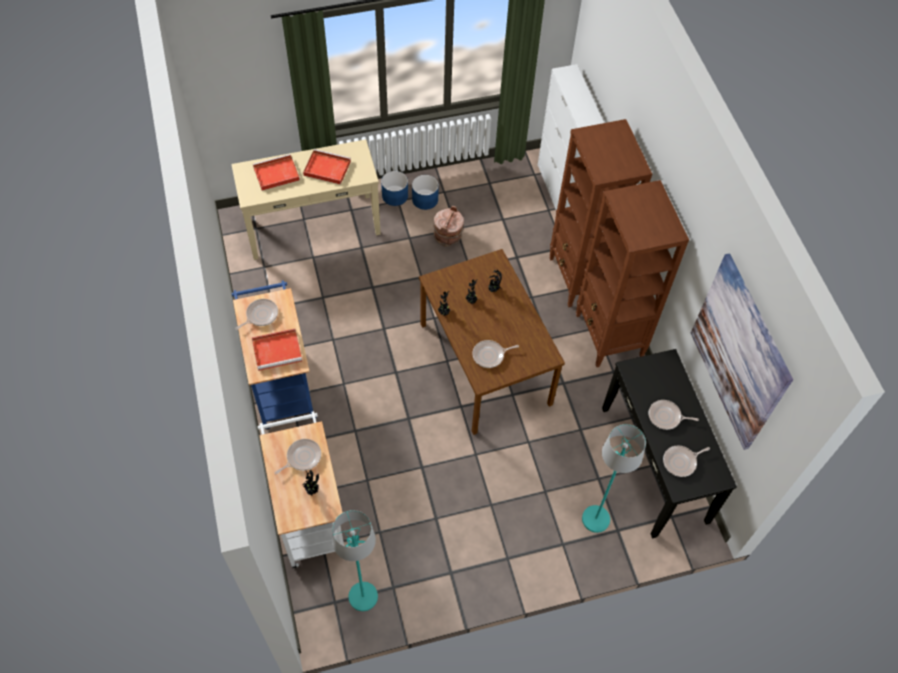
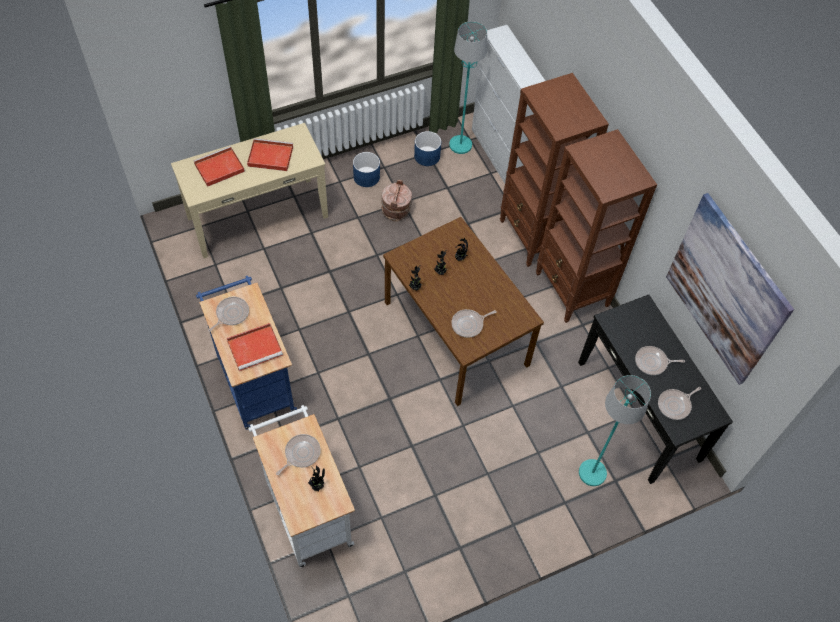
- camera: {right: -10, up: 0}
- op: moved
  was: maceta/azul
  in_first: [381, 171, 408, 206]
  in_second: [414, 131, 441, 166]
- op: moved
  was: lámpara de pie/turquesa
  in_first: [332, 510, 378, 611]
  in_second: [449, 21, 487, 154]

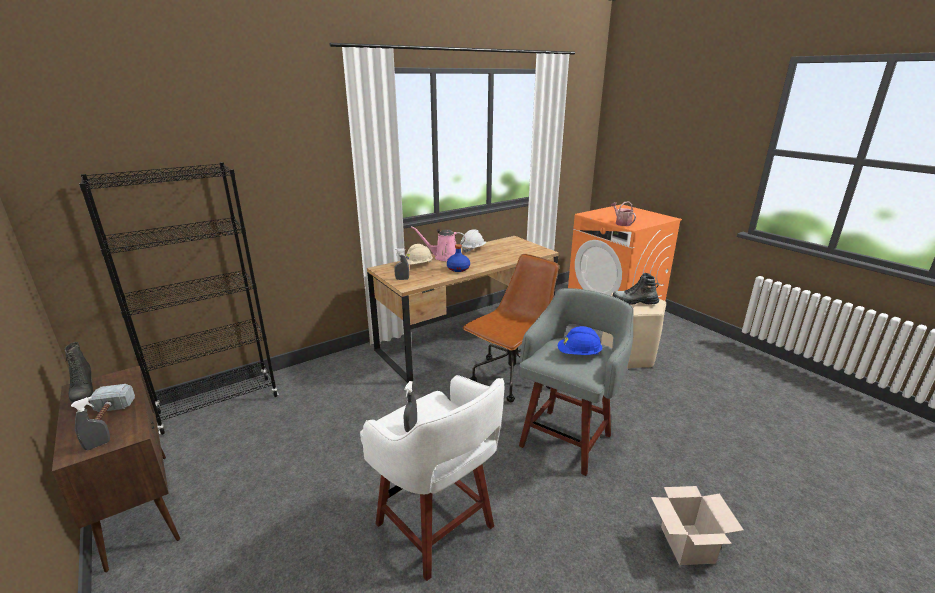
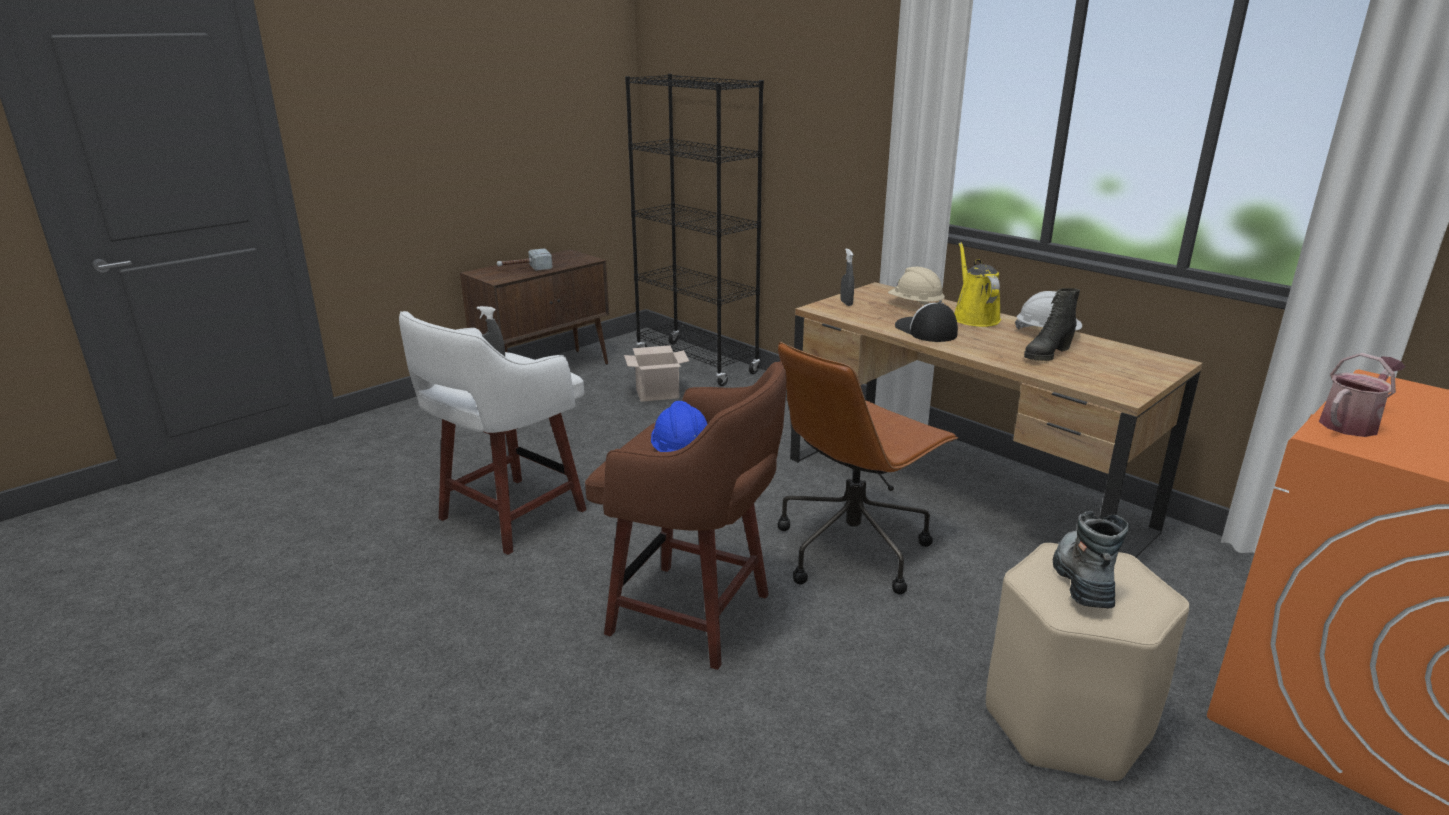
- camera: {right: 80, up: 0}
- op: recoloured
  was: regadera/rosa
  now: regadera/amarillo
  in_first: [411, 226, 466, 261]
  in_second: [954, 242, 1001, 327]
- op: replaced
  was: botella/azul
  now: gorra
  in_first: [447, 244, 470, 272]
  in_second: [895, 303, 958, 342]
- op: turned
  was: silla de oficina/marrón
  in_first: [463, 254, 559, 403]
  in_second: [778, 342, 958, 595]
  clockwise: 105
- op: recoloured
  was: taburete/gris
  now: taburete/marrón
  in_first: [519, 288, 634, 476]
  in_second: [585, 361, 787, 670]
- op: moved
  was: bota/negro
  in_first: [65, 342, 94, 404]
  in_second: [1024, 288, 1080, 361]
- op: removed
  was: pulverizador/gris
  in_first: [71, 397, 110, 450]
- op: moved
  was: caja de cartón
  in_first: [651, 486, 743, 565]
  in_second: [624, 345, 689, 402]

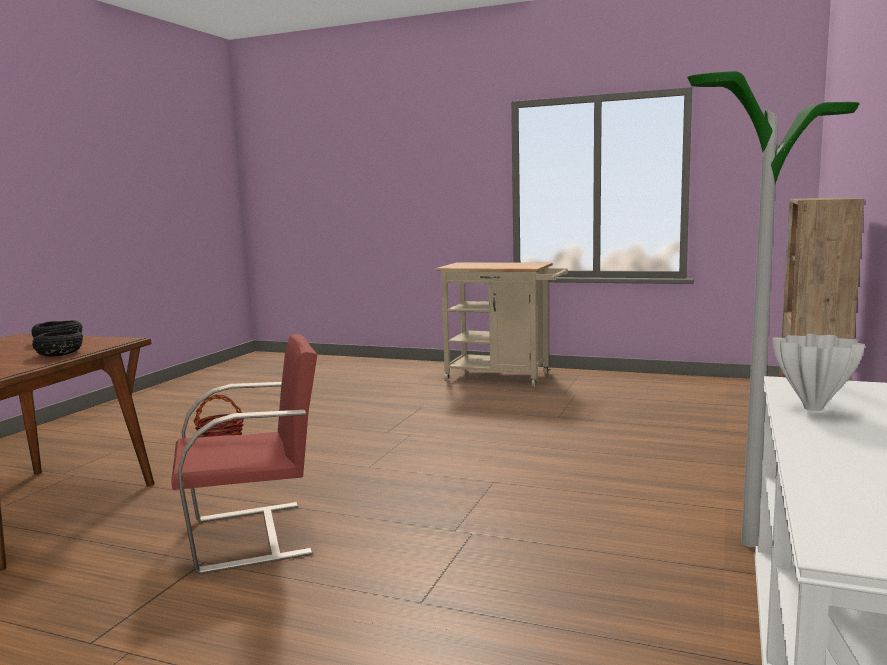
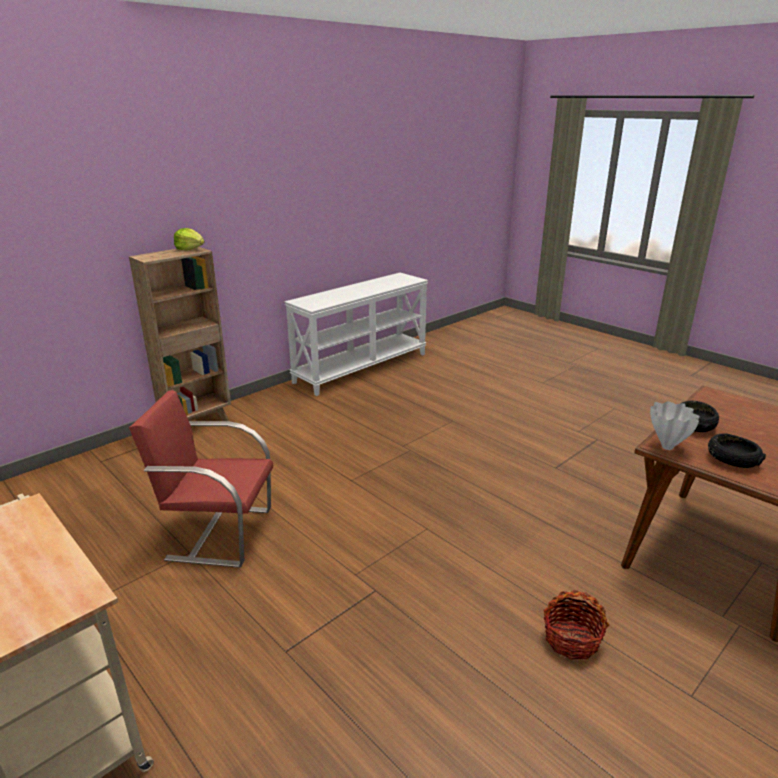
- camera: {right: -155, up: 15}
- op: removed
  was: lámpara de pie
  in_first: [687, 71, 860, 547]
- op: moved
  was: silla/rojo
  in_first: [171, 334, 317, 574]
  in_second: [129, 390, 273, 568]
- op: moved
  was: florero/blanco
  in_first: [772, 334, 865, 411]
  in_second: [650, 401, 700, 450]
- op: added
  now: lechuga
  in_second: [174, 228, 204, 250]

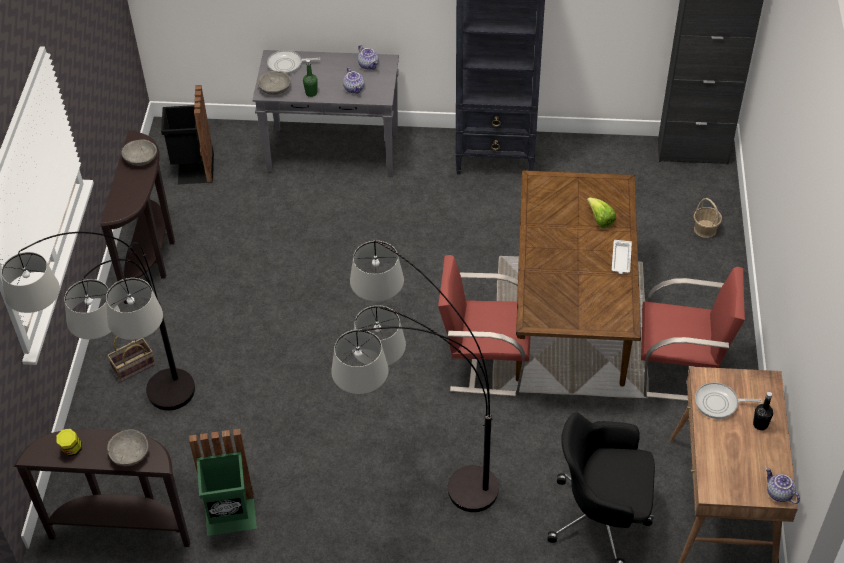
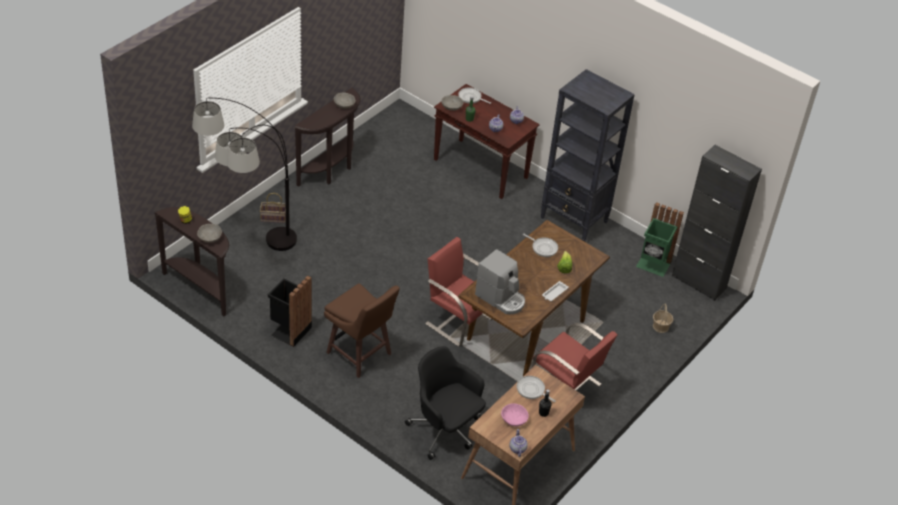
- camera: {right: 30, up: -5}
- op: recoloured
  was: mesa consola/gris
  now: mesa consola/marrón
  in_first: [252, 50, 399, 177]
  in_second: [434, 84, 540, 199]
- op: moved
  was: papelera/negro
  in_first: [161, 85, 214, 184]
  in_second: [268, 275, 312, 347]
- op: replaced
  was: lámpara de pie
  now: taburete/marrón
  in_first: [331, 241, 499, 512]
  in_second: [324, 283, 400, 378]
- op: moved
  was: papelera/verde
  in_first: [189, 429, 257, 536]
  in_second: [636, 202, 684, 277]
- op: added
  now: sartén
  in_second: [523, 234, 558, 257]
- op: added
  now: cafetera
  in_second: [475, 249, 525, 314]
- op: added
  now: cuenco/rosa
  in_second: [501, 403, 529, 427]

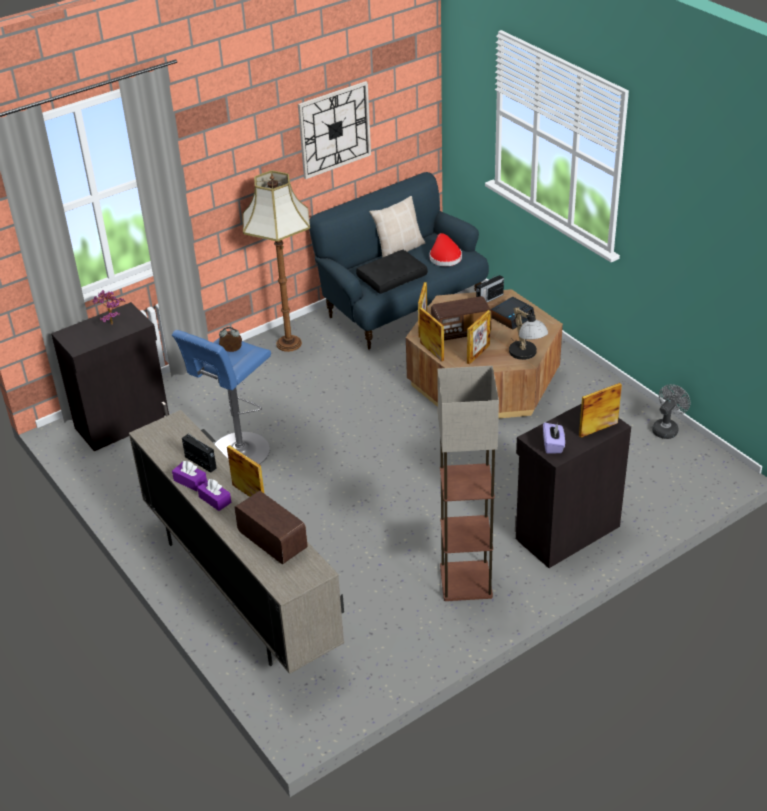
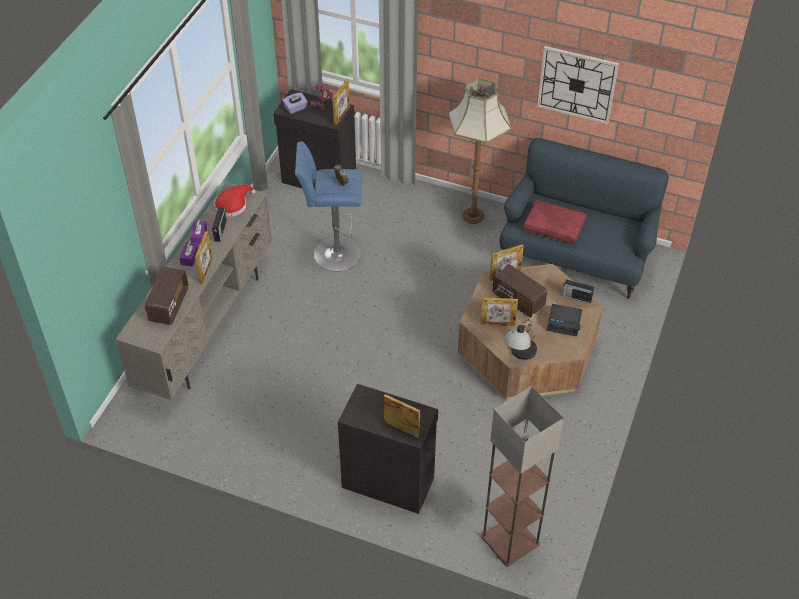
- camera: {right: 55, up: 10}
- op: removed
  was: cojín/beis
  in_first: [369, 196, 425, 257]
- op: moved
  was: sombrero/rojo
  in_first: [430, 233, 462, 266]
  in_second: [214, 184, 256, 217]
- op: recoloured
  was: cojín/negro
  now: cojín/rojo
  in_first: [356, 250, 428, 294]
  in_second: [523, 200, 587, 244]
- op: moved
  was: portarretratos
  in_first: [420, 308, 444, 361]
  in_second: [332, 79, 350, 126]
- op: moved
  was: lámpara de pie
  in_first: [437, 366, 499, 601]
  in_second: [481, 386, 564, 567]
- op: removed
  was: ventilador/gris
  in_first: [652, 384, 690, 439]
- op: moved
  was: caja de pañuelos/morado
  in_first: [543, 422, 565, 453]
  in_second: [283, 92, 308, 114]

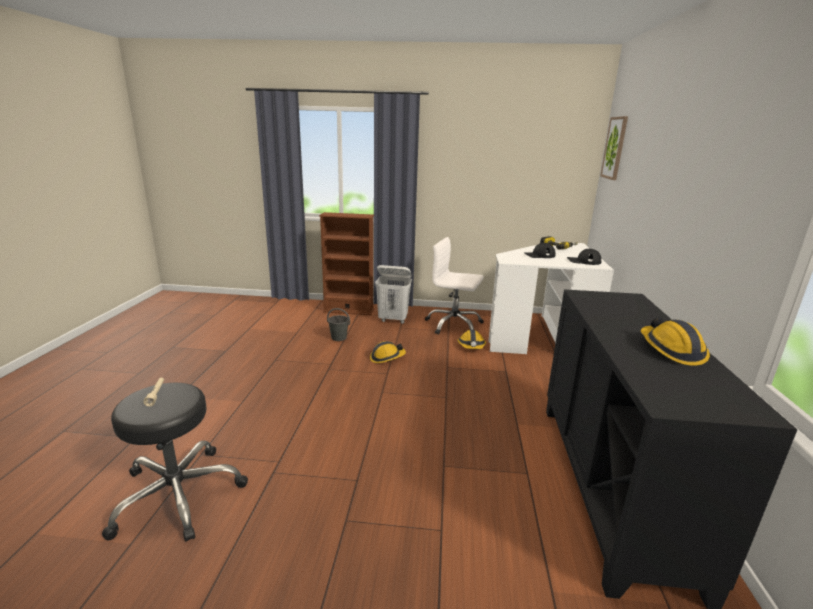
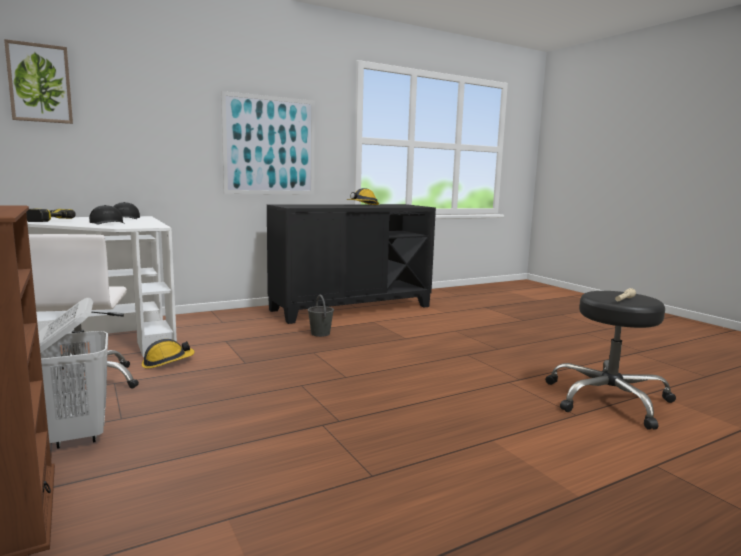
- camera: {right: -125, up: -10}
- op: moved
  was: cubo/gris
  in_first: [327, 308, 350, 341]
  in_second: [308, 295, 334, 337]
- op: removed
  was: casco
  in_first: [370, 341, 406, 363]
- op: added
  now: cuadro
  in_second: [221, 91, 315, 195]

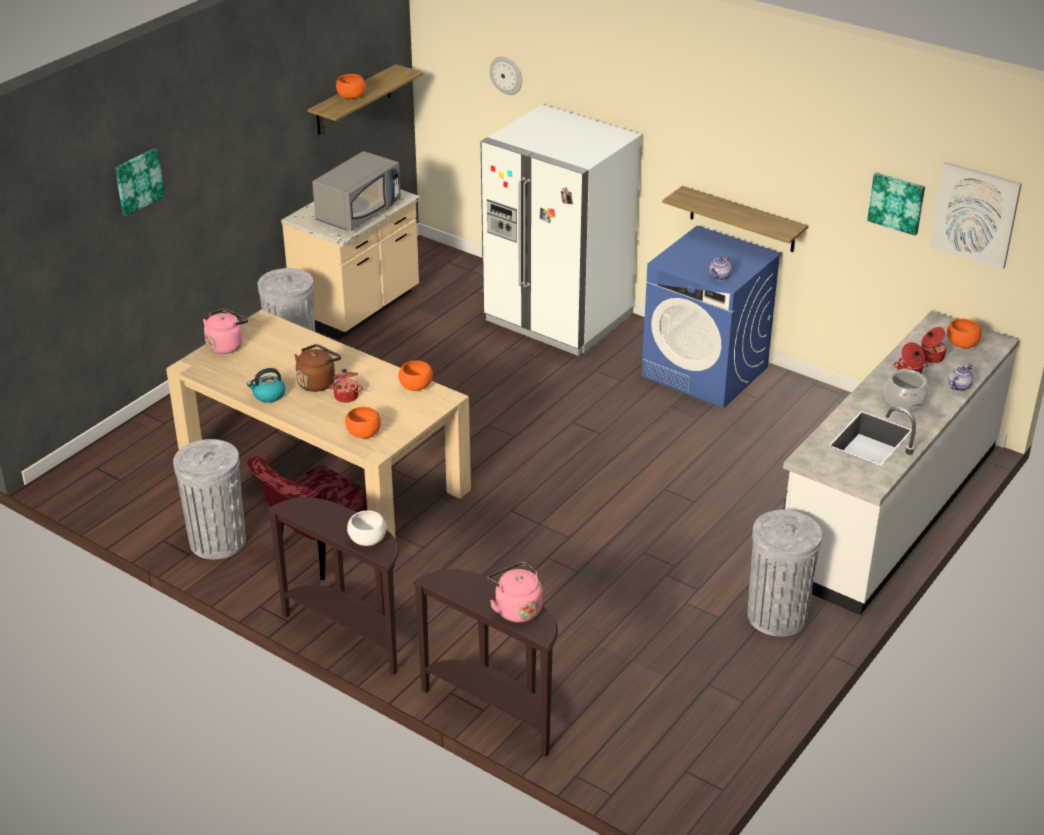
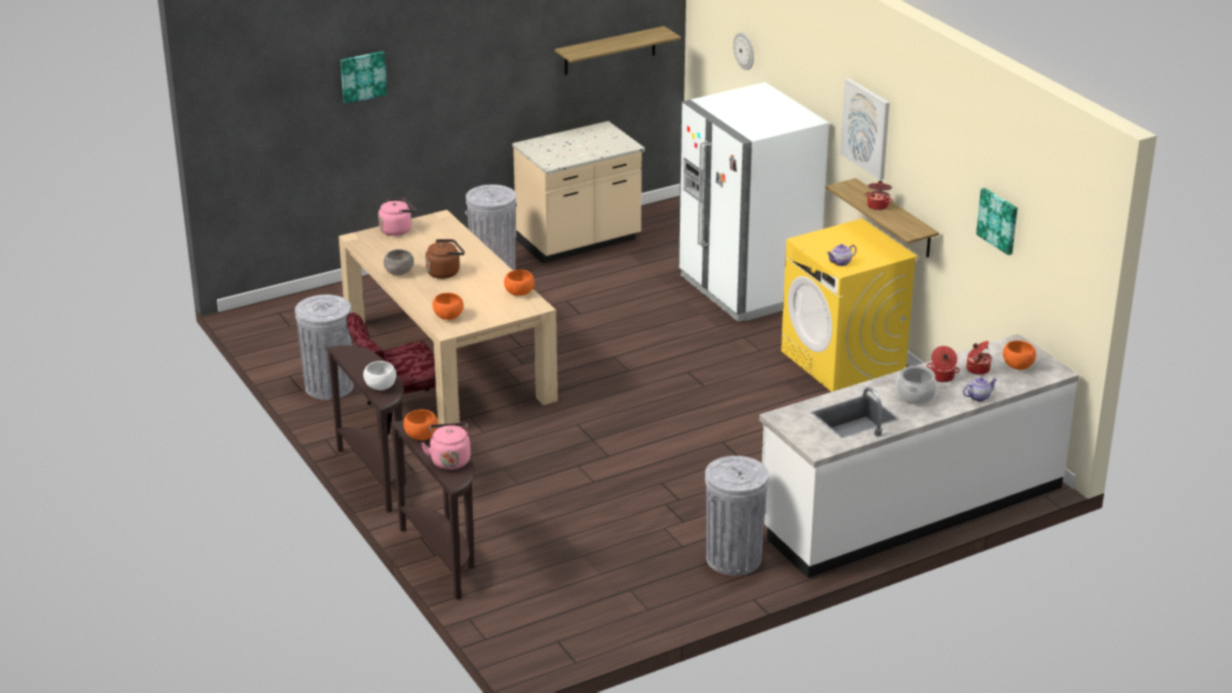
- camera: {right: 25, up: -5}
- op: moved
  was: cuenco/naranja
  in_first: [336, 74, 366, 99]
  in_second: [404, 410, 438, 440]
- op: removed
  was: microondas/gris
  in_first: [312, 151, 401, 231]
- op: moved
  was: cuadro
  in_first: [930, 162, 1022, 270]
  in_second: [840, 78, 890, 180]
- op: recoloured
  was: lavadora/azul
  now: lavadora/amarillo
  in_first: [642, 226, 781, 408]
  in_second: [781, 218, 918, 392]
- op: replaced
  was: hervidor
  now: cuenco/gris
  in_first: [247, 368, 286, 403]
  in_second: [384, 249, 414, 275]
- op: moved
  was: olla
  in_first: [329, 369, 363, 403]
  in_second: [865, 181, 893, 210]

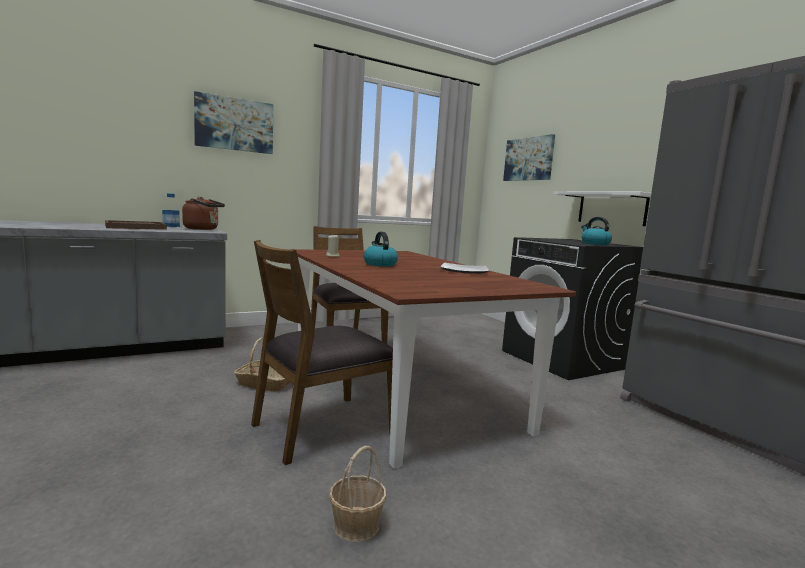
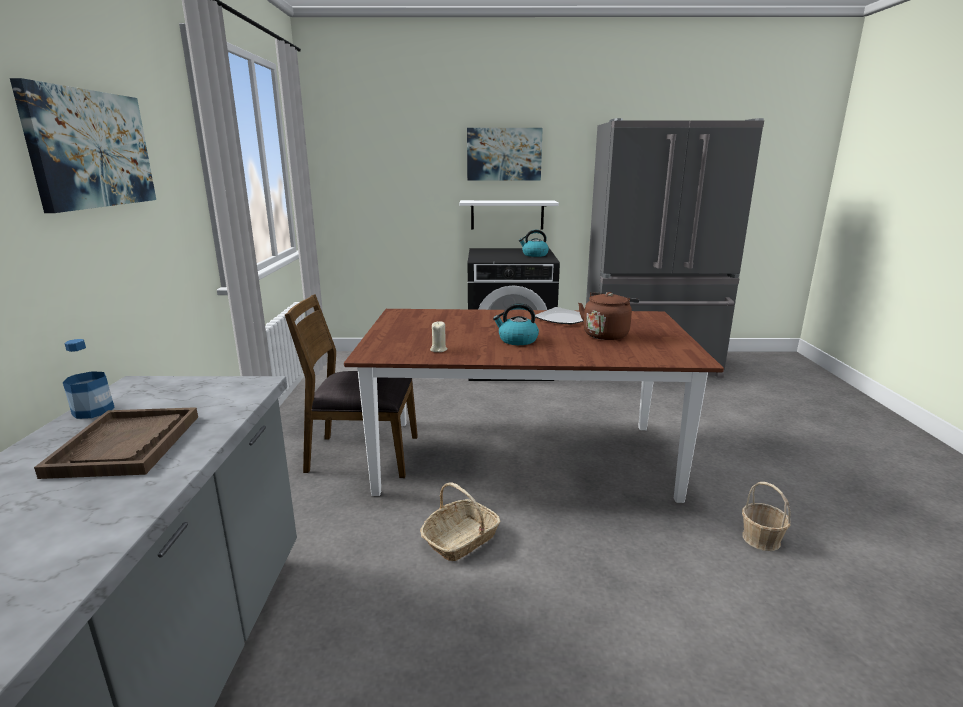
- camera: {right: -60, up: 10}
- op: moved
  was: cuadro
  in_first: [503, 134, 555, 181]
  in_second: [467, 128, 543, 180]
- op: moved
  was: hervidor/marrón
  in_first: [182, 197, 225, 230]
  in_second: [578, 292, 639, 340]
- op: removed
  was: silla/marrón
  in_first: [251, 240, 393, 465]

